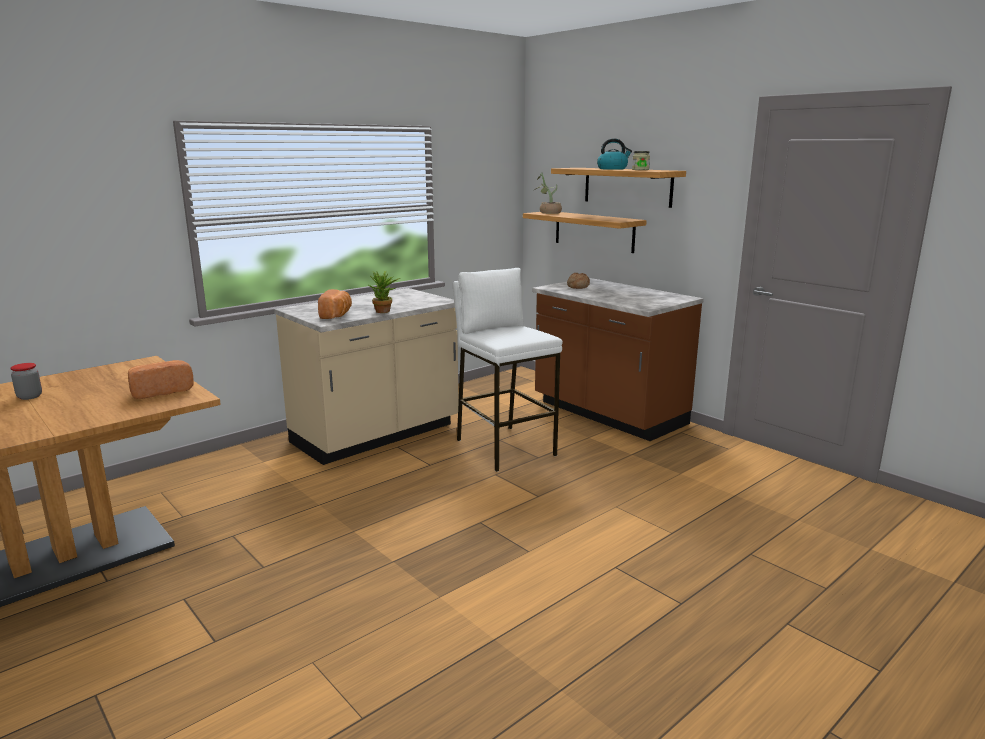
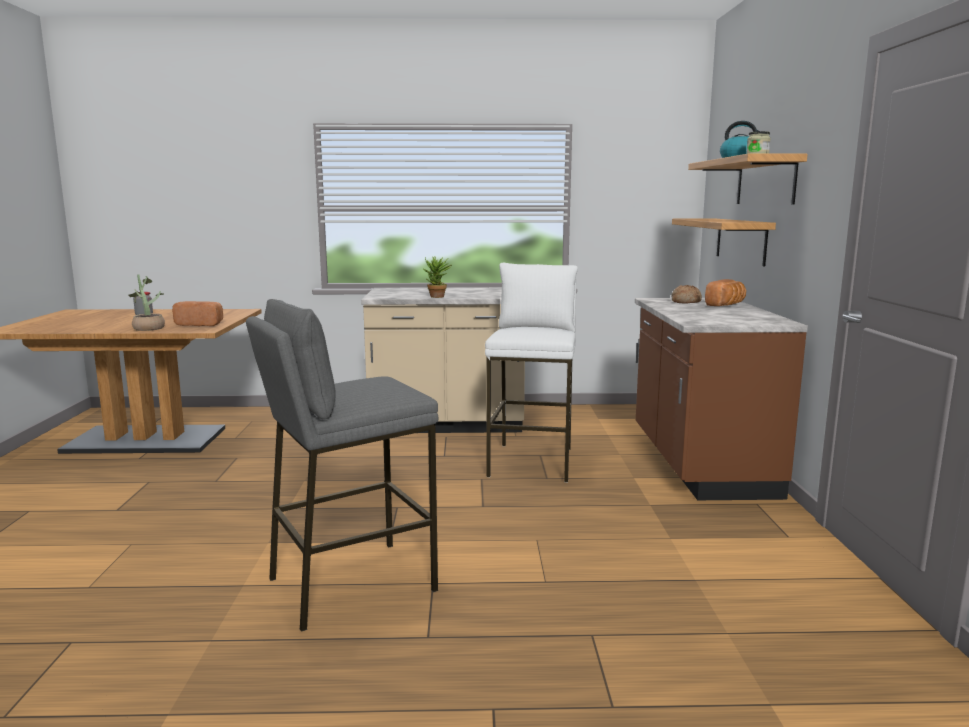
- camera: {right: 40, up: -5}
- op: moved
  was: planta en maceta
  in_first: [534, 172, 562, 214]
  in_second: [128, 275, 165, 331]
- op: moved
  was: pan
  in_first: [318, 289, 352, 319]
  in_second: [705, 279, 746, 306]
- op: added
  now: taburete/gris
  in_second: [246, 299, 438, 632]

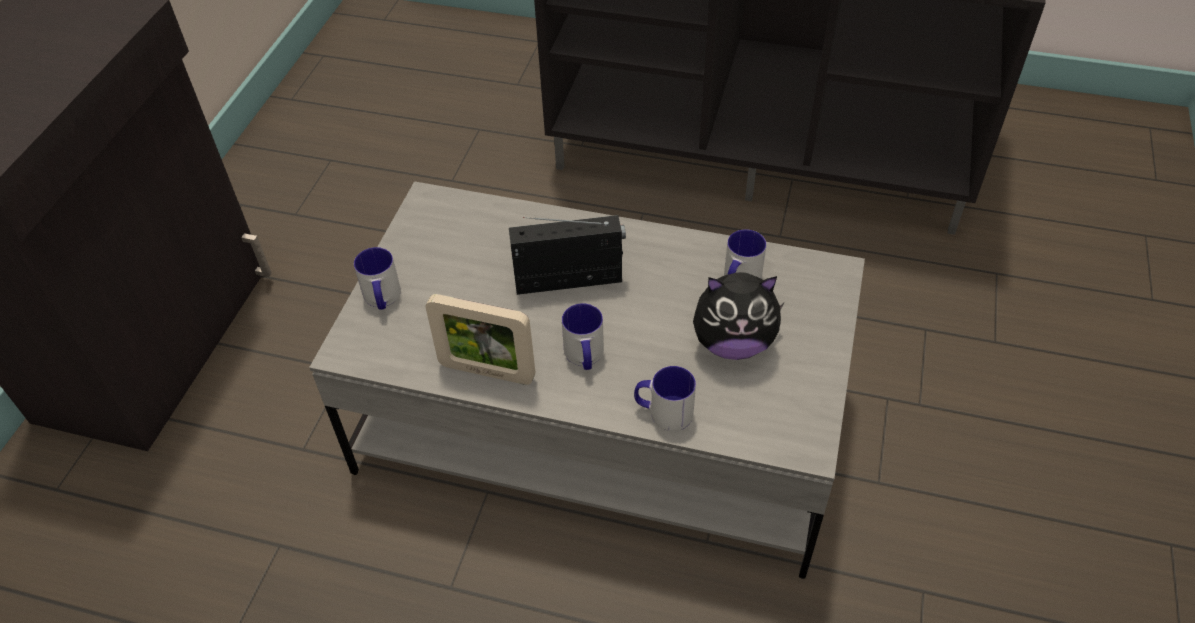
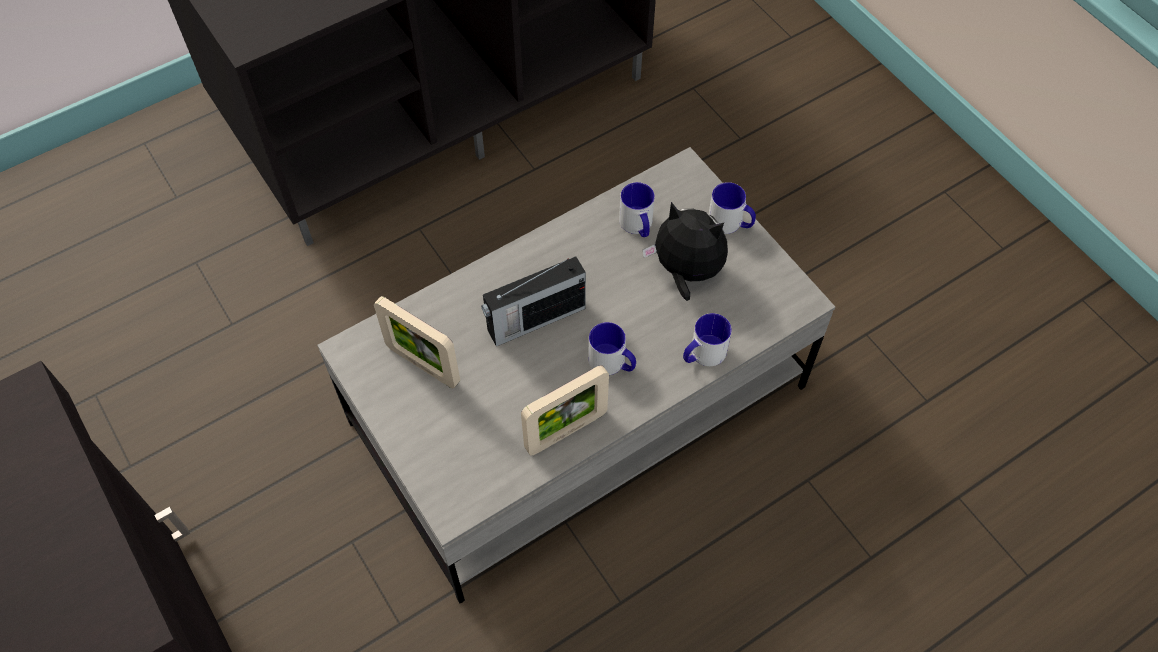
- camera: {right: -50, up: 10}
- op: turned
  was: radio
  in_first: [509, 215, 626, 295]
  in_second: [481, 256, 586, 346]
  clockwise: -150
- op: moved
  was: taza grande
  in_first: [354, 247, 401, 310]
  in_second: [709, 182, 756, 234]
- op: turned
  was: peluche
  in_first: [693, 272, 784, 360]
  in_second: [643, 202, 728, 301]
  clockwise: -105
- op: added
  now: portarretratos
  in_second: [374, 296, 460, 388]

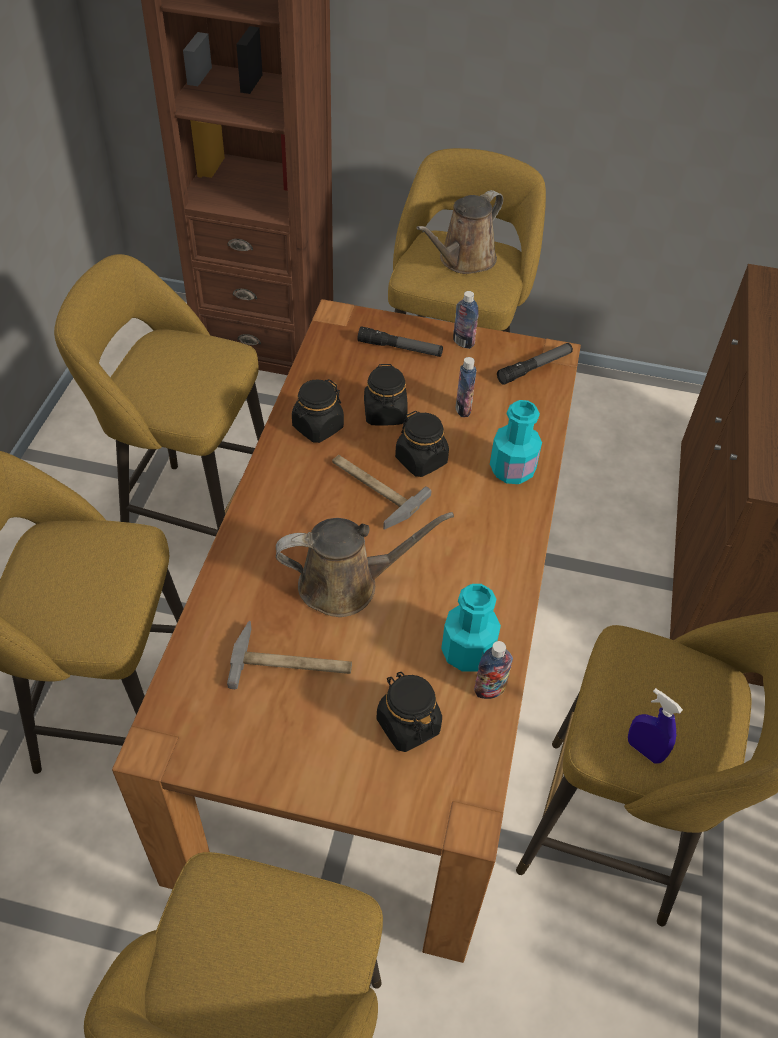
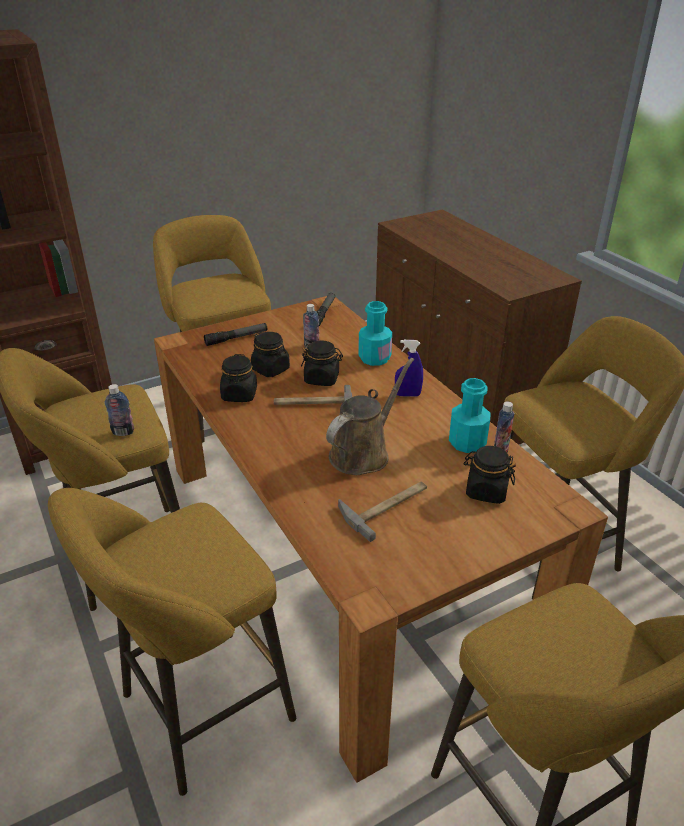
- camera: {right: -40, up: -15}
- op: removed
  was: regadera/marrón
  in_first: [416, 190, 503, 274]
- op: moved
  was: botella
  in_first: [453, 291, 479, 349]
  in_second: [105, 384, 134, 436]
- op: moved
  was: pulverizador/azul
  in_first: [628, 688, 683, 764]
  in_second: [395, 340, 423, 396]

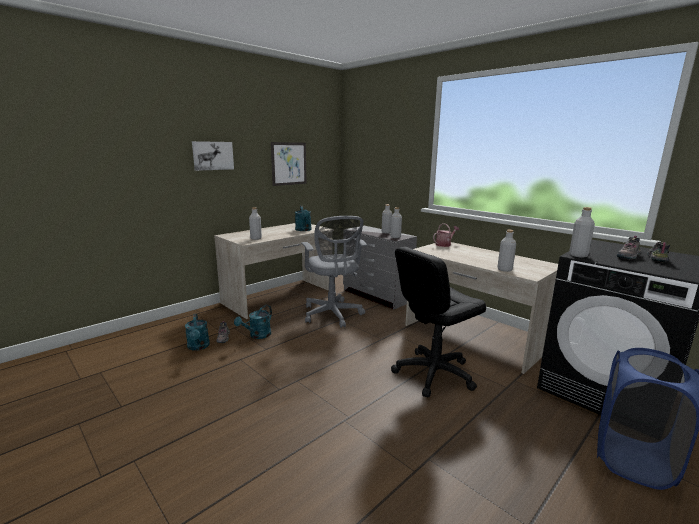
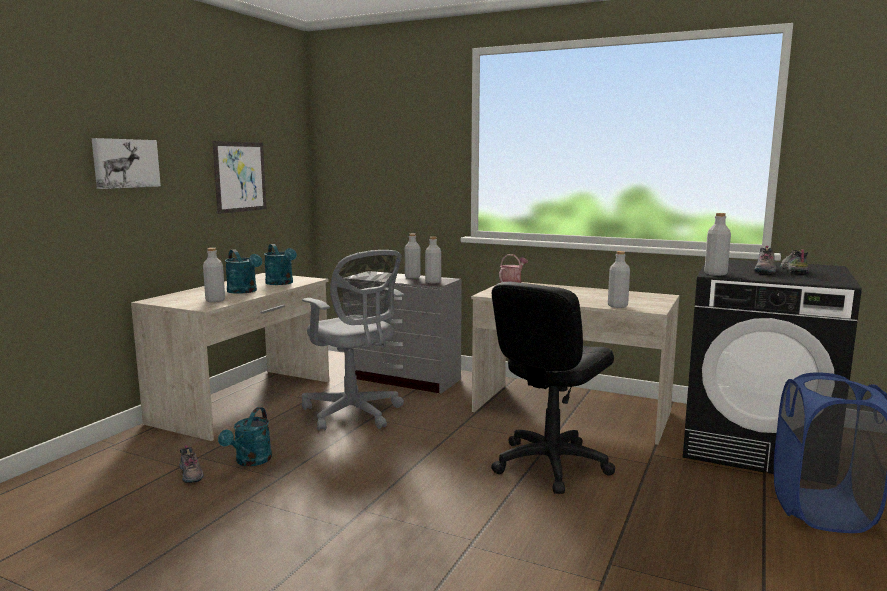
- camera: {right: -20, up: -5}
- op: moved
  was: regadera/turquesa
  in_first: [185, 314, 210, 351]
  in_second: [225, 249, 262, 294]

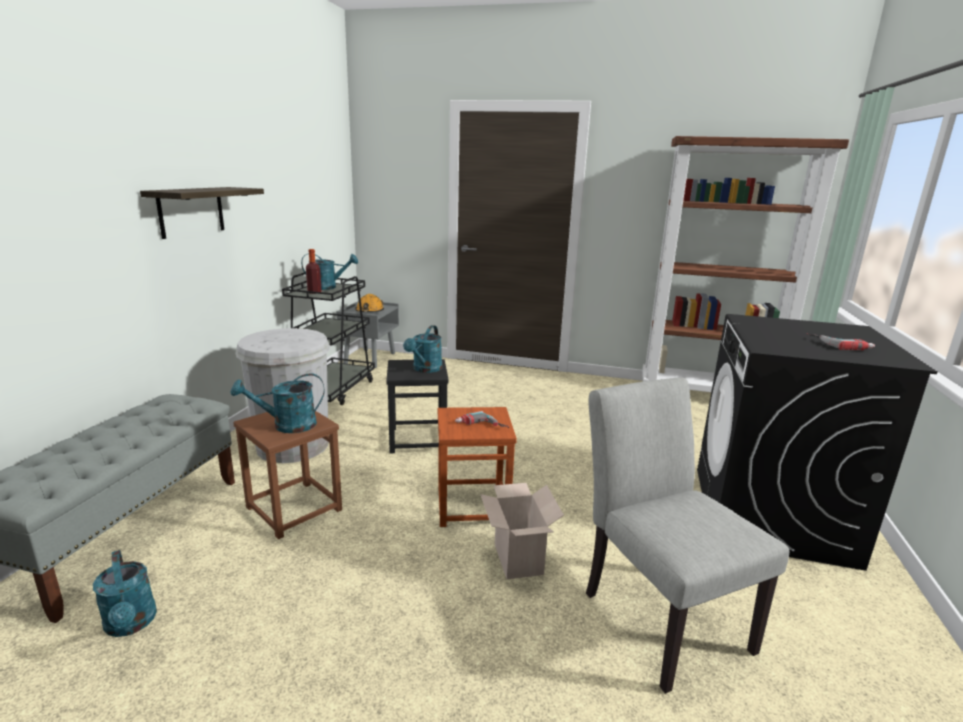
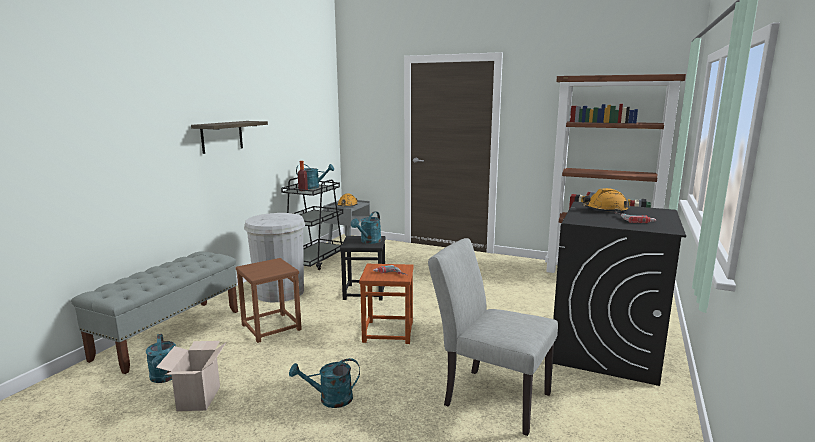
- camera: {right: 10, up: -5}
- op: moved
  was: regadera/turquesa
  in_first: [230, 373, 324, 433]
  in_second: [289, 358, 360, 408]
- op: turned
  was: silla/gris
  in_first: [586, 377, 789, 694]
  in_second: [428, 238, 558, 436]
  clockwise: -45
- op: moved
  was: caja de cartón
  in_first: [480, 483, 564, 579]
  in_second: [156, 341, 226, 411]
- op: added
  now: casco/naranja
  in_second: [582, 188, 629, 213]

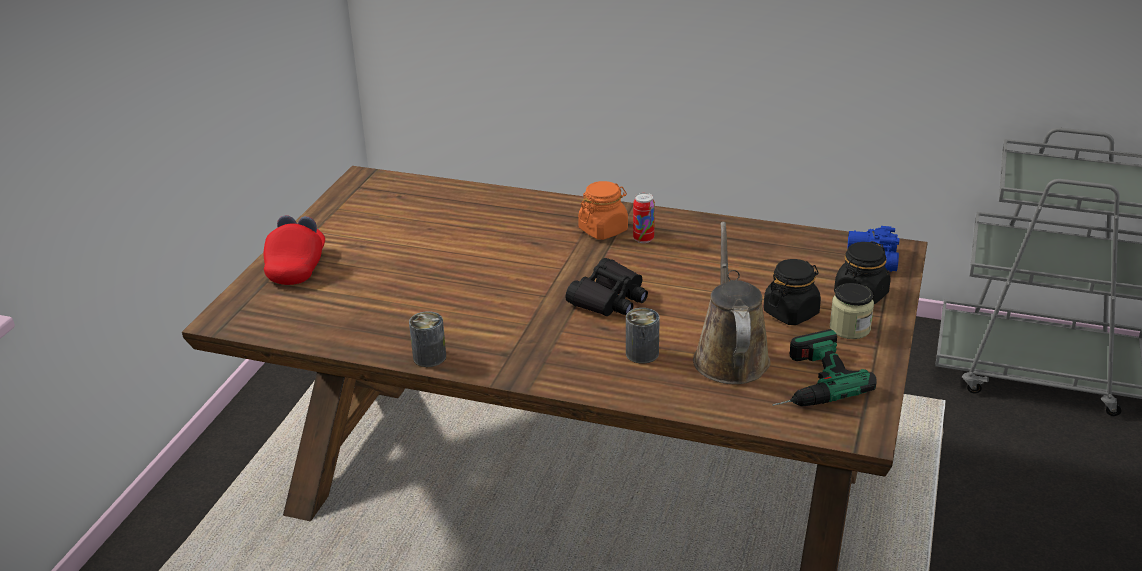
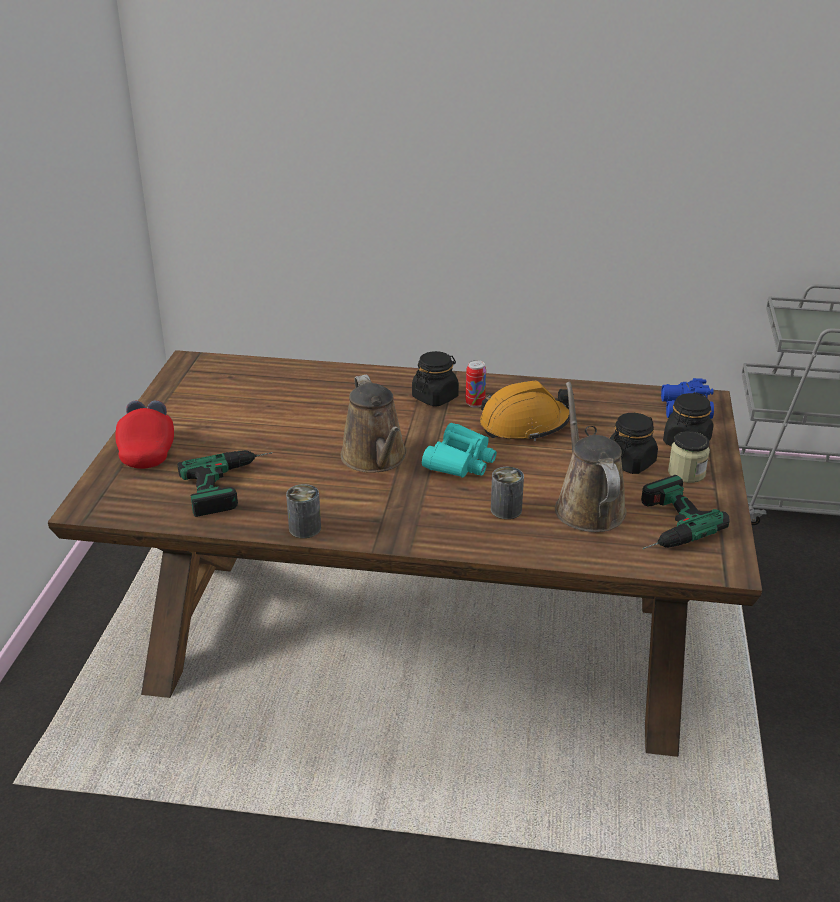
- camera: {right: -10, up: 0}
- op: recoloured
  was: tarro/naranja
  now: tarro/negro
  in_first: [578, 181, 628, 240]
  in_second: [412, 351, 459, 406]
- op: recoloured
  was: prismáticos/negro
  now: prismáticos/turquesa
  in_first: [565, 258, 648, 316]
  in_second: [422, 423, 497, 478]
- op: added
  now: regadera/marrón
  in_second: [340, 374, 407, 473]
- op: added
  now: casco/naranja
  in_second: [480, 380, 574, 441]
- op: added
  now: taladro
  in_second: [178, 450, 273, 517]

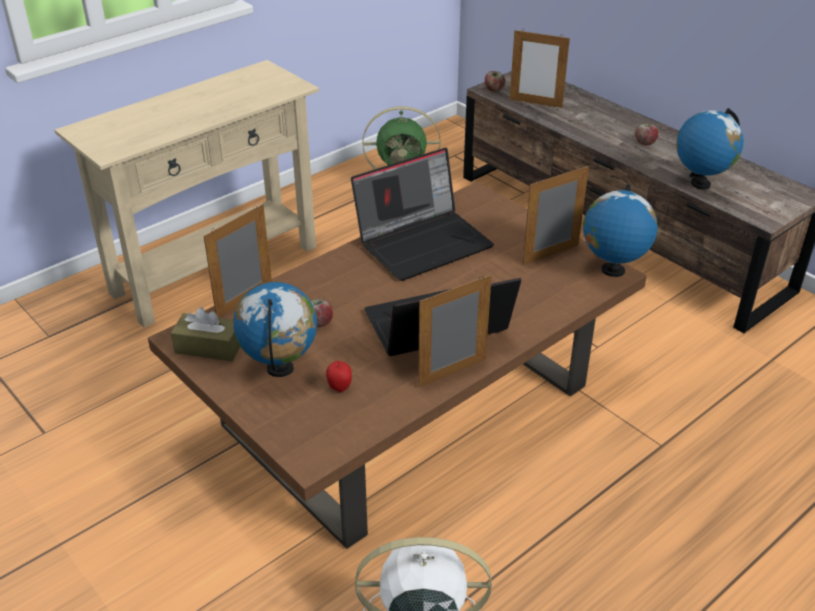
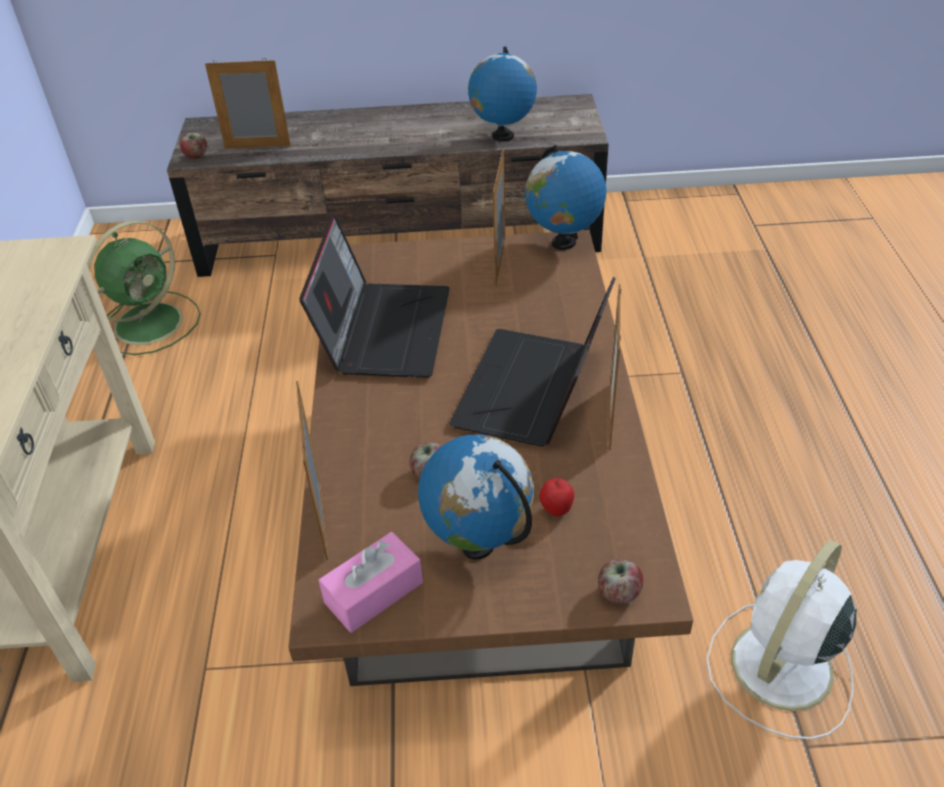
- camera: {right: -50, up: 5}
- op: turned
  was: portarretratos
  in_first: [510, 29, 570, 108]
  in_second: [205, 58, 291, 149]
  clockwise: -150
- op: moved
  was: manzana
  in_first: [635, 124, 658, 145]
  in_second: [598, 559, 643, 604]
- op: recoloured
  was: caja de pañuelos/marrón
  now: caja de pañuelos/rosa
  in_first: [171, 307, 240, 361]
  in_second: [319, 532, 423, 633]

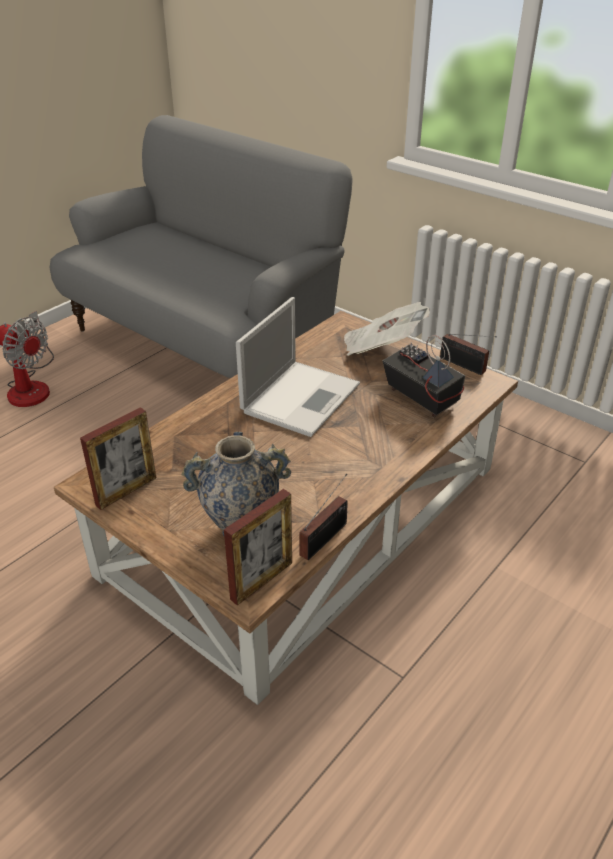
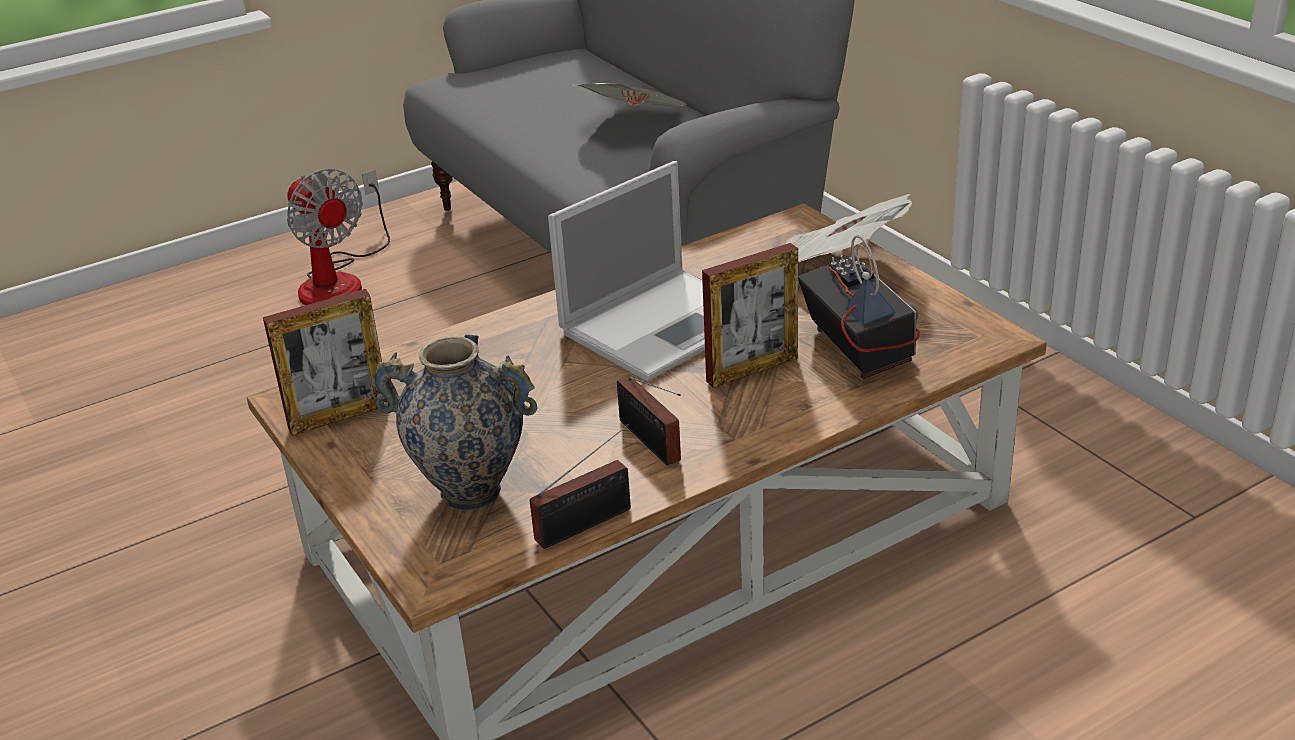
- camera: {right: 20, up: -5}
- op: moved
  was: radio
  in_first: [440, 334, 497, 375]
  in_second: [617, 376, 681, 466]
- op: moved
  was: portarretratos
  in_first: [224, 489, 292, 606]
  in_second: [702, 243, 798, 388]
- op: added
  now: periódico
  in_second: [577, 83, 687, 107]

